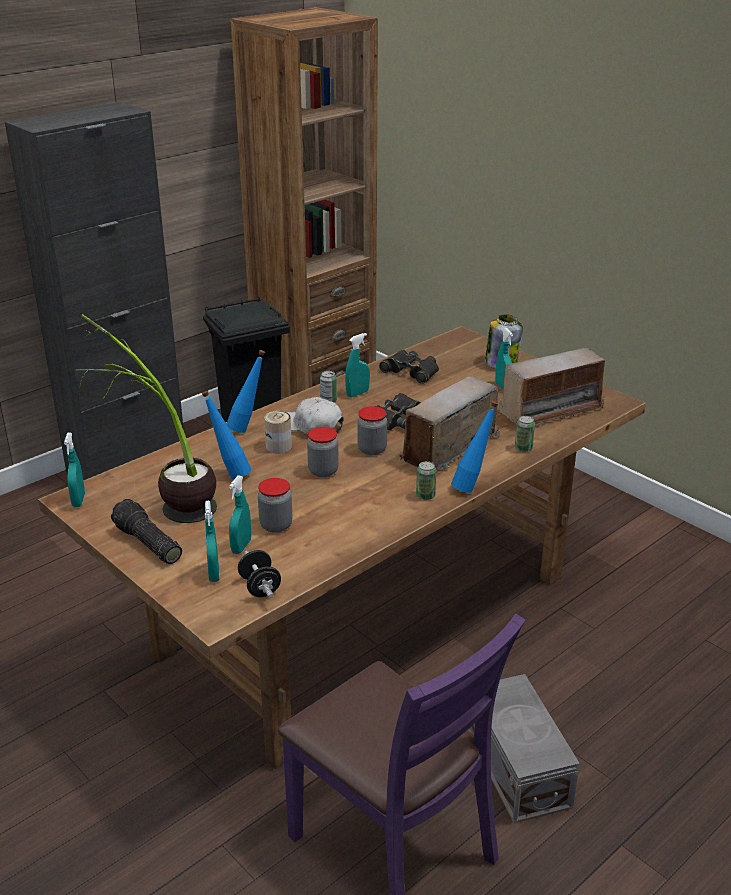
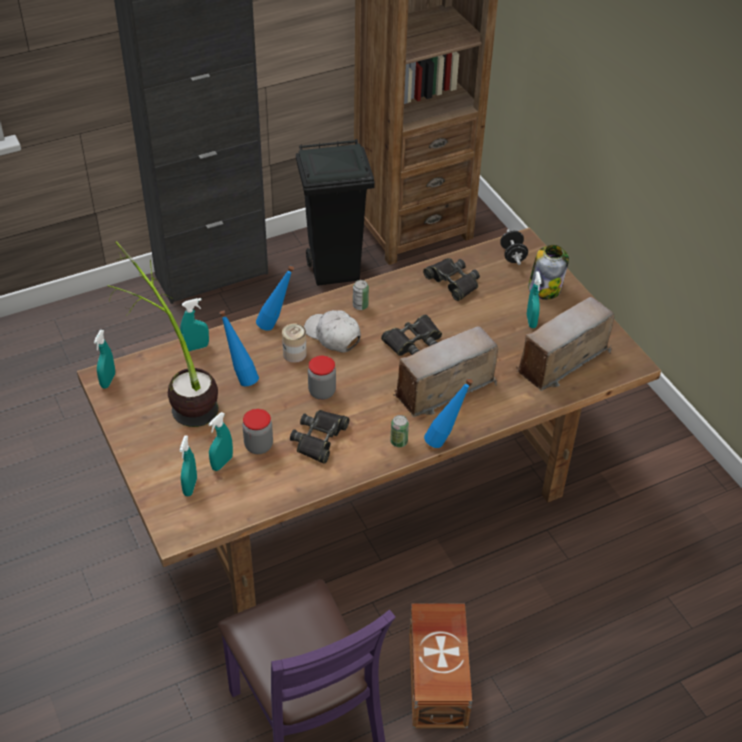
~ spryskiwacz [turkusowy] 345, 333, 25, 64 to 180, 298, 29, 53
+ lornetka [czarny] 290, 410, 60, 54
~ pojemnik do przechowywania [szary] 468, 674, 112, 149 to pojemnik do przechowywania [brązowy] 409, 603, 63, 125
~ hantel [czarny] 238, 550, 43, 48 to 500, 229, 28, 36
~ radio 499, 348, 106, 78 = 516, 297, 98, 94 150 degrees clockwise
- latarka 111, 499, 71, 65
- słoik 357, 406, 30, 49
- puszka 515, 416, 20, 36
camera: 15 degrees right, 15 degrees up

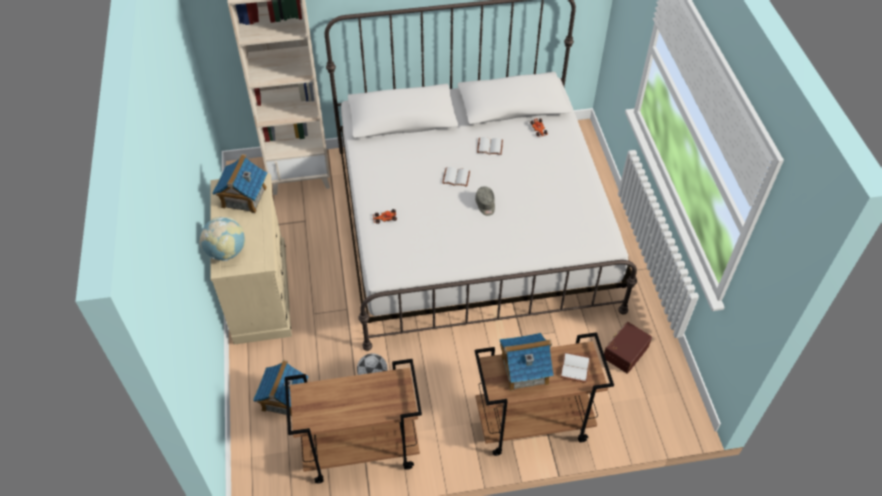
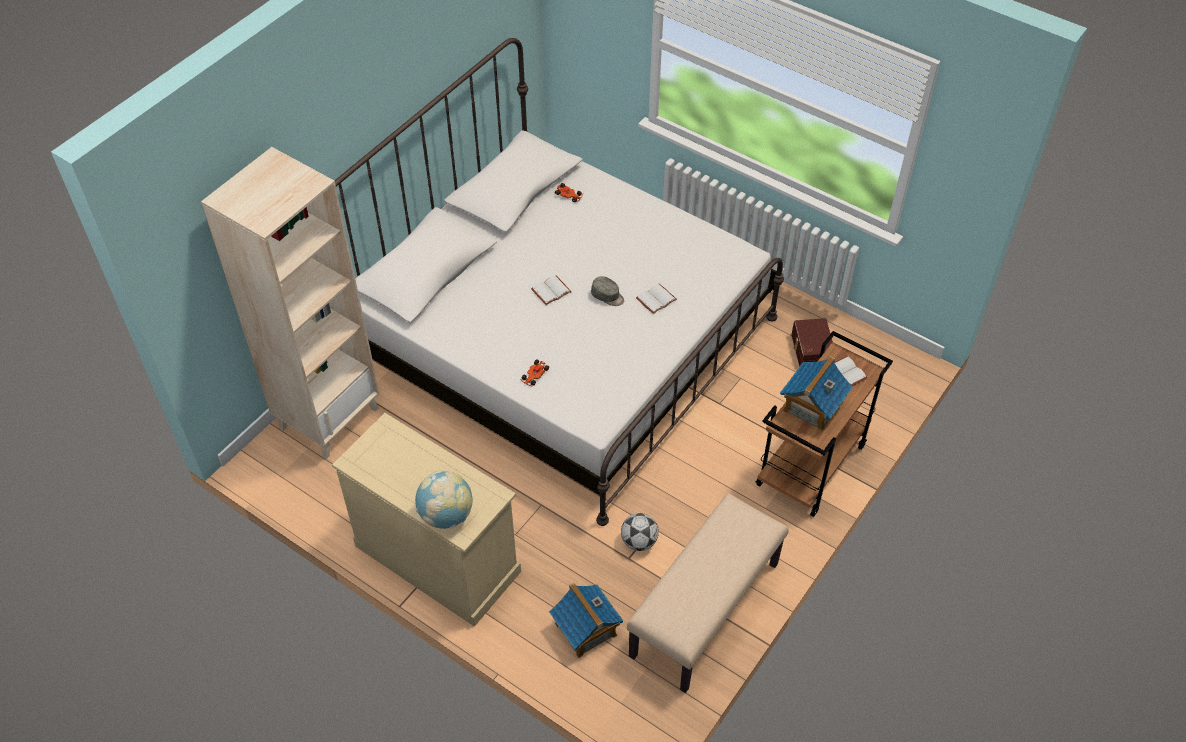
~ wózek [brązowy] 285, 359, 137, 124 to ławka [beżowy] 627, 493, 162, 200
~ książka [biały] 477, 137, 26, 18 to 636, 283, 41, 31
- domek 212, 154, 55, 59
camera: 45 degrees left, 0 degrees up

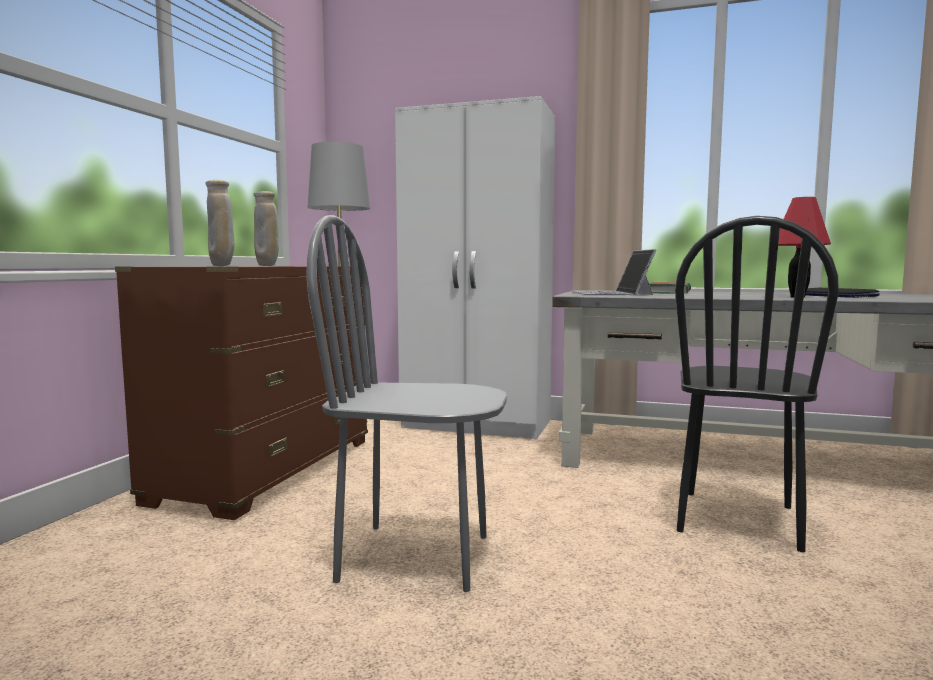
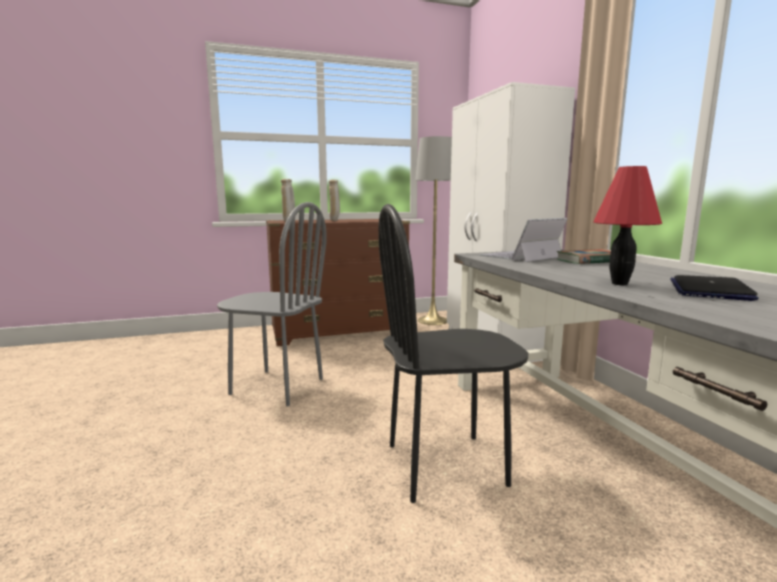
~ krzesło [szary] 307, 215, 200, 377 = 217, 202, 110, 204 135 degrees clockwise
camera: 55 degrees right, 5 degrees up

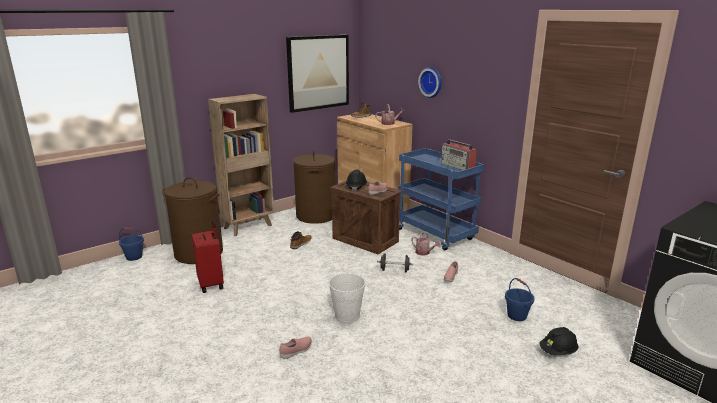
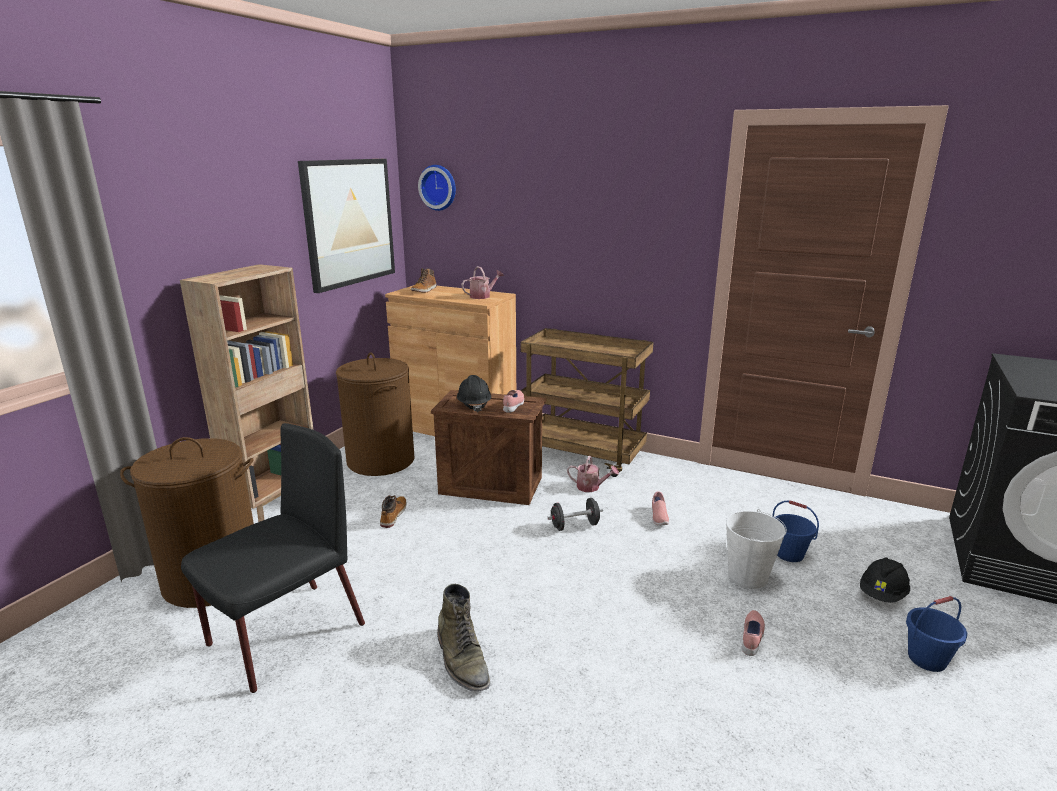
~ walizka [czerwony] 192, 220, 32, 73 to krzesło [czarny] 181, 423, 184, 270
~ zegar ścienny 418, 67, 24, 31 to 418, 165, 38, 46
+ but z cholewką [zielony] 437, 584, 53, 107
~ wózek [niebieski] 398, 148, 86, 102 to wózek [brązowy] 521, 328, 133, 149
~ wiadro [biały] 329, 273, 37, 50 to 726, 509, 61, 79
~ but [różowy] 279, 336, 33, 23 to 742, 610, 23, 46
~ wiadro [niebieski] 119, 227, 25, 34 to 906, 596, 61, 76
- radio 441, 139, 36, 31
camera: 25 degrees left, 0 degrees up

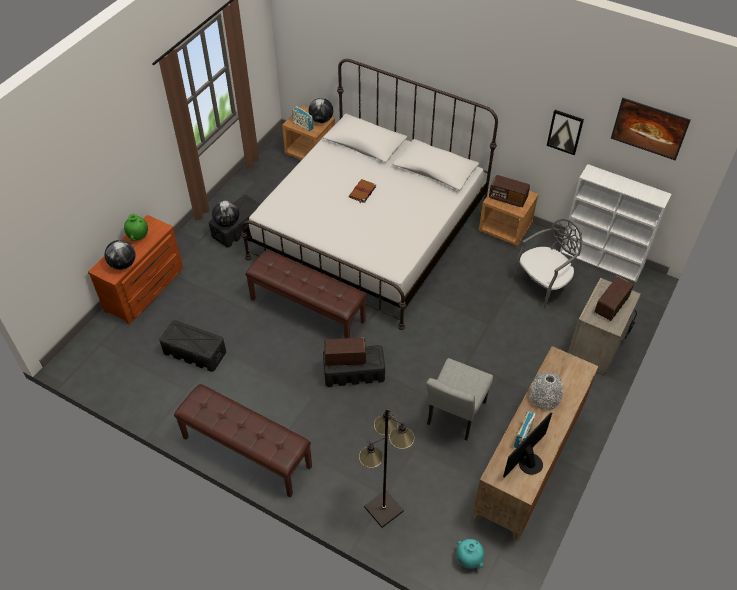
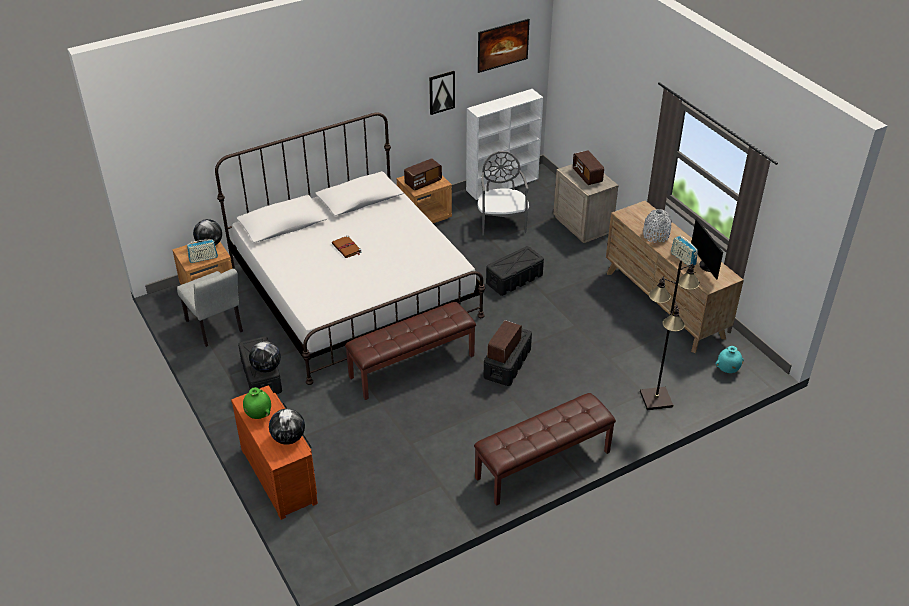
~ krzesło [szary] 426, 358, 67, 83 to 177, 269, 66, 78
~ pojemnik do przechowywania [czarny] 159, 320, 67, 52 to 486, 246, 58, 50
camera: 60 degrees left, 10 degrees down

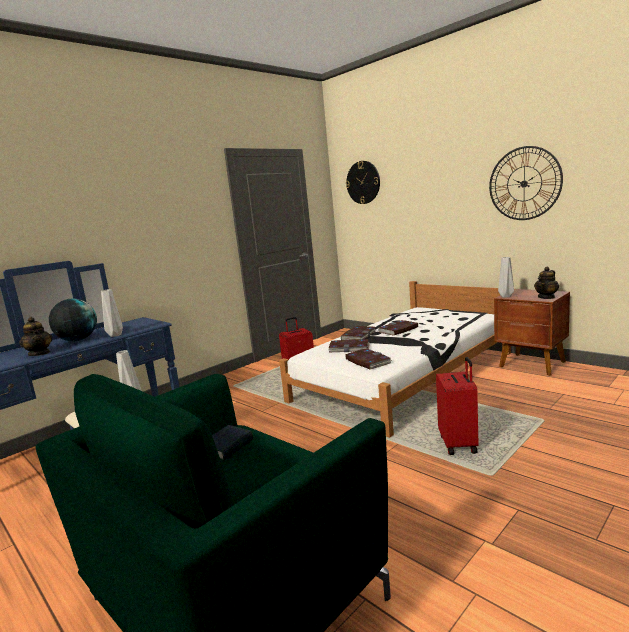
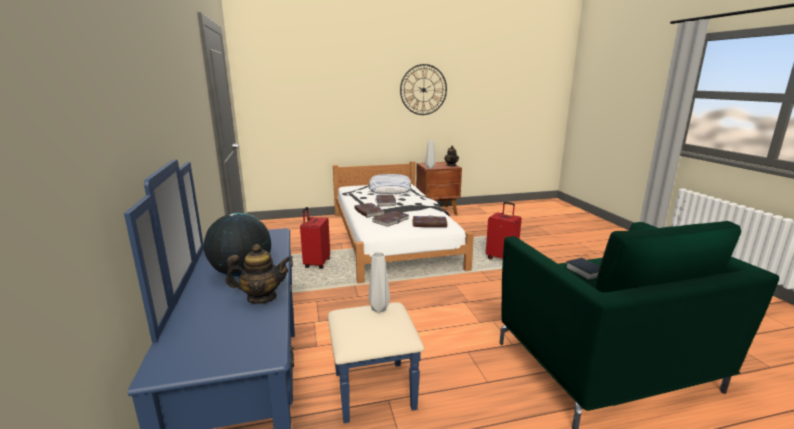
+ poduszka 369, 174, 42, 20
- wazon [szary] 101, 289, 22, 48
- zegar ścienny 346, 161, 34, 43
camera: 60 degrees left, 5 degrees up

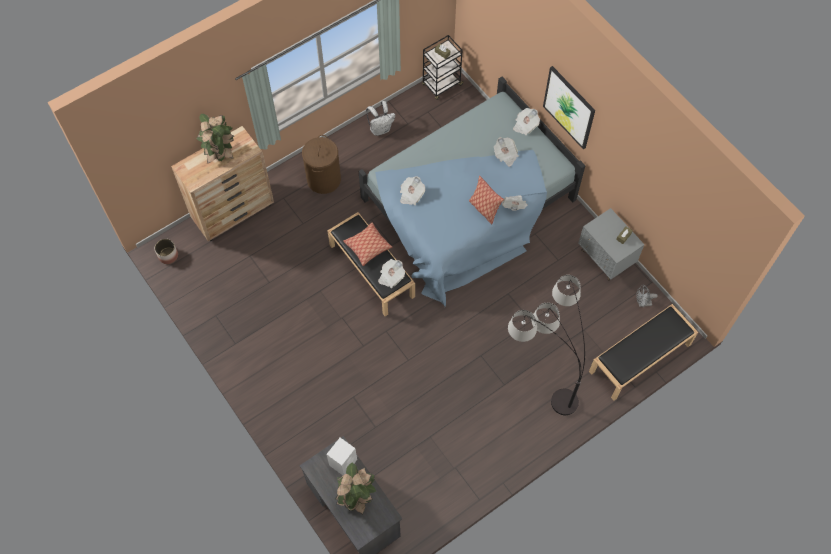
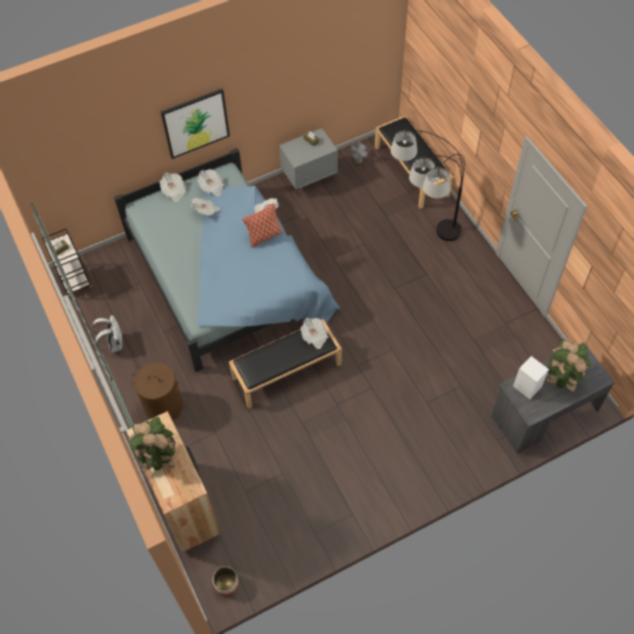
~ gazeta 400, 176, 25, 29 to 197, 169, 28, 27
- poduszka 343, 222, 49, 44
camera: 80 degrees left, 5 degrees down

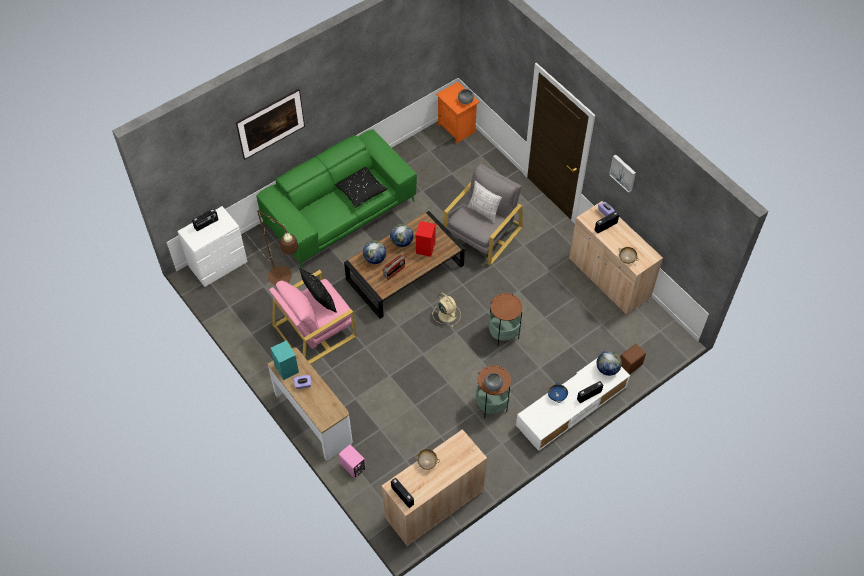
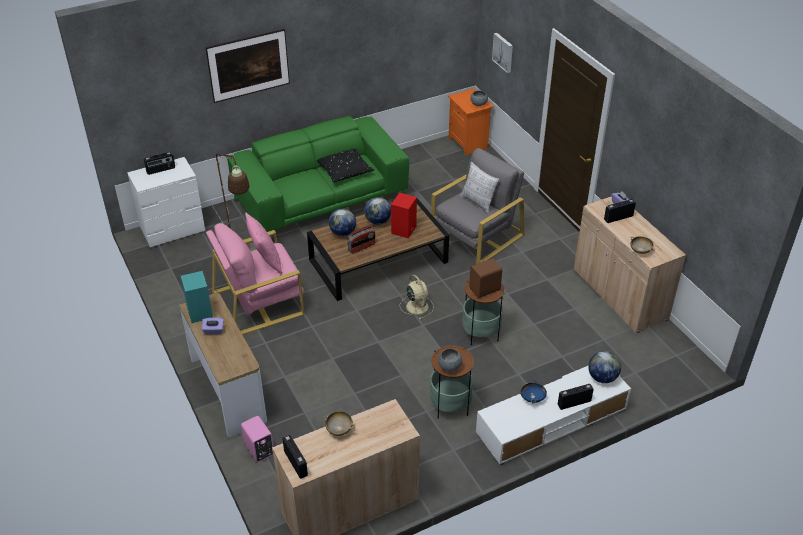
~ poduszka [czarny] 299, 268, 38, 45 to poduszka [różowy] 245, 213, 37, 61
~ głośnik [brązowy] 620, 344, 26, 31 to 469, 258, 33, 40
~ obraz 609, 155, 27, 38 to 492, 33, 21, 40
camera: 10 degrees right, 15 degrees down

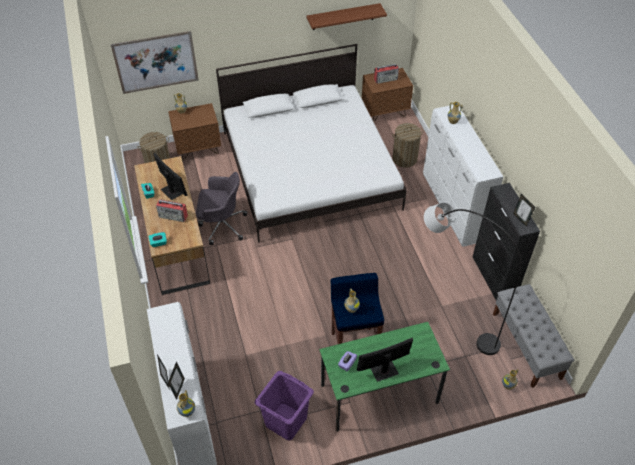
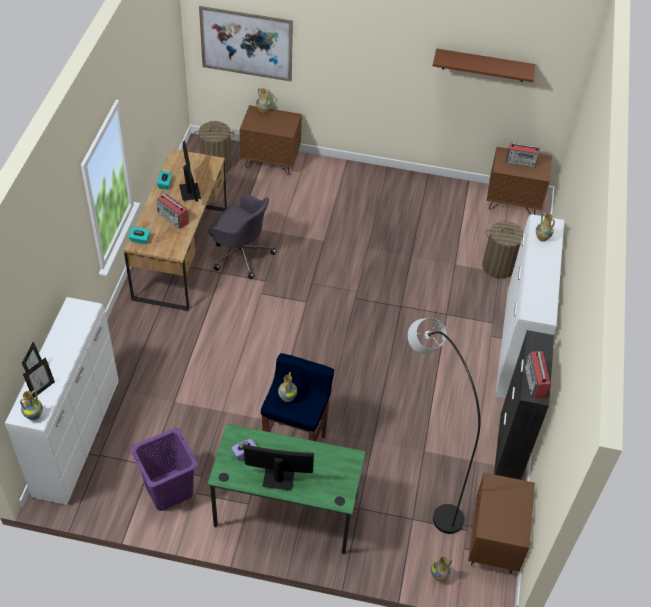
~ ławka [szary] 493, 284, 82, 104 to szafka nocna [brązowy] 468, 473, 67, 101
~ ramka na zdjęcie 513, 194, 22, 33 to radio 524, 351, 27, 48
- łóżko [biały] 216, 44, 191, 199
camera: 25 degrees right, 0 degrees up

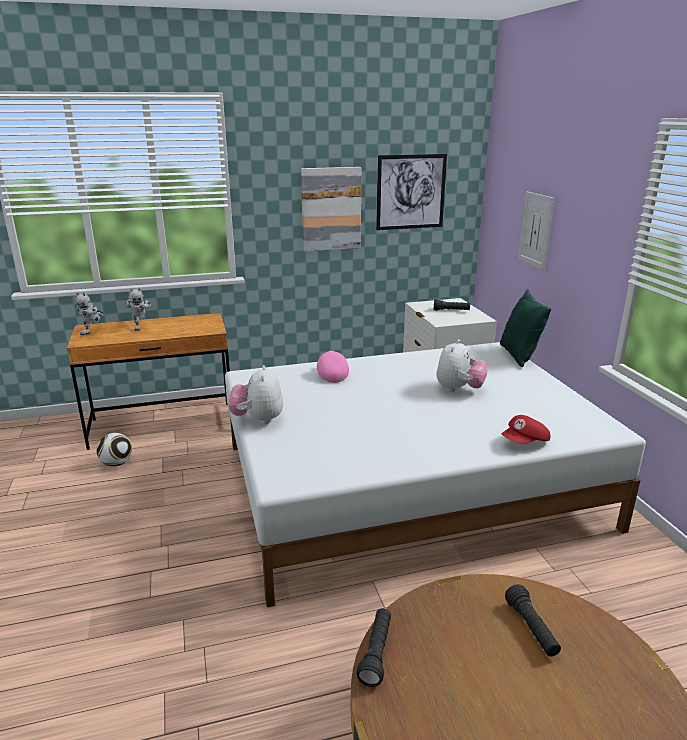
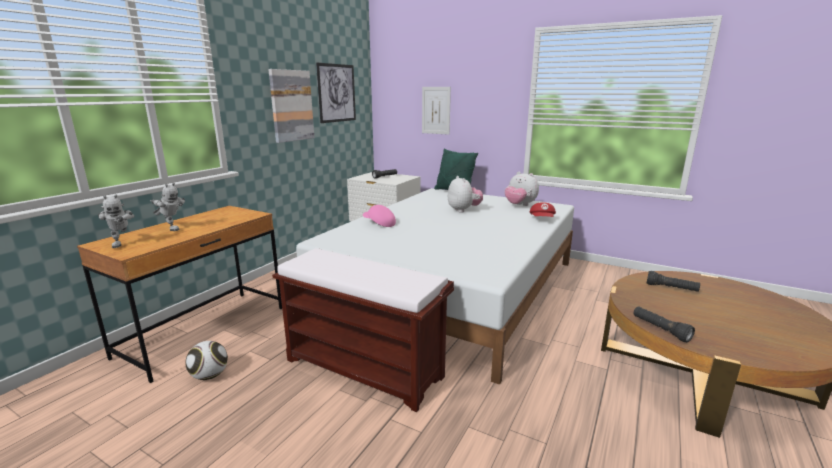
+ ławka [brązowy] 272, 248, 182, 164
~ pluszak 228, 365, 55, 59 to 505, 172, 34, 34
camera: 45 degrees left, 5 degrees down

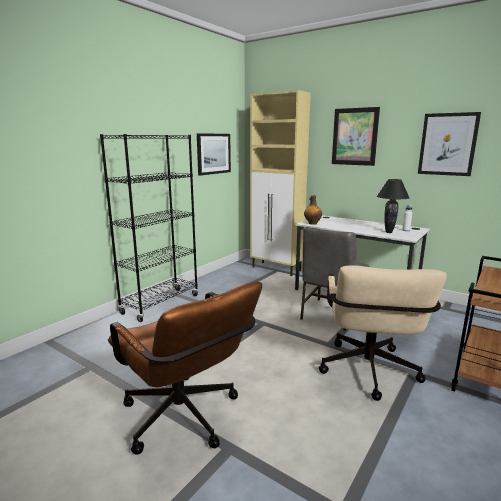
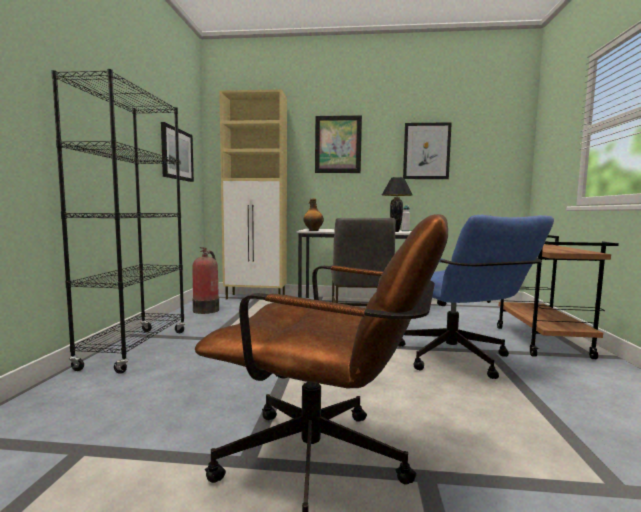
+ gaśnica 193, 247, 26, 67
~ krzesło biurowe [beżowy] 319, 265, 128, 136 to krzesło biurowe [niebieski] 398, 215, 156, 164
camera: 30 degrees left, 10 degrees down

